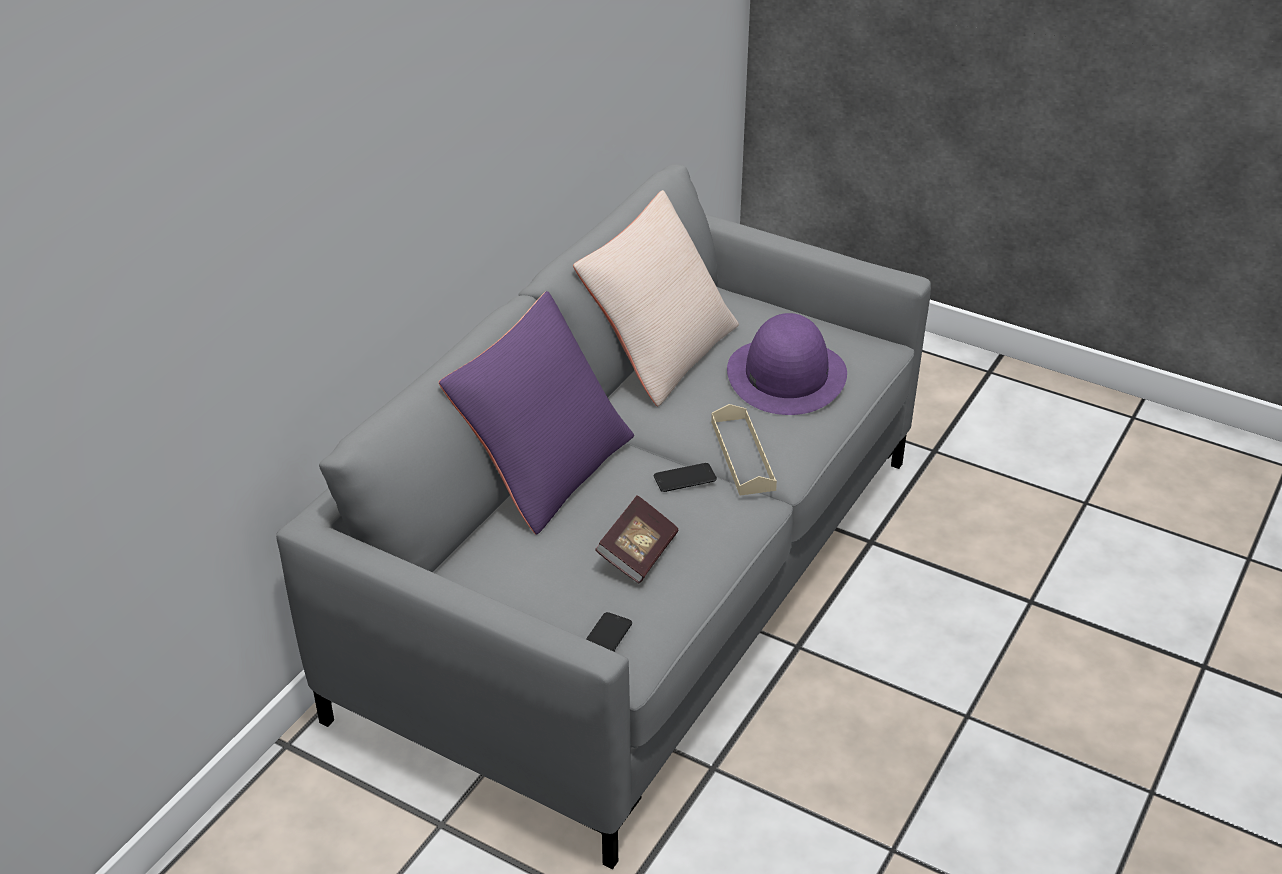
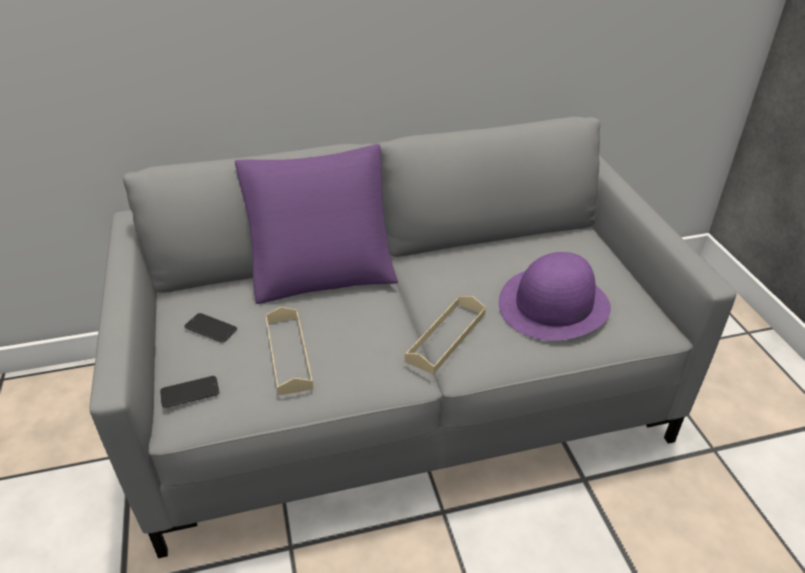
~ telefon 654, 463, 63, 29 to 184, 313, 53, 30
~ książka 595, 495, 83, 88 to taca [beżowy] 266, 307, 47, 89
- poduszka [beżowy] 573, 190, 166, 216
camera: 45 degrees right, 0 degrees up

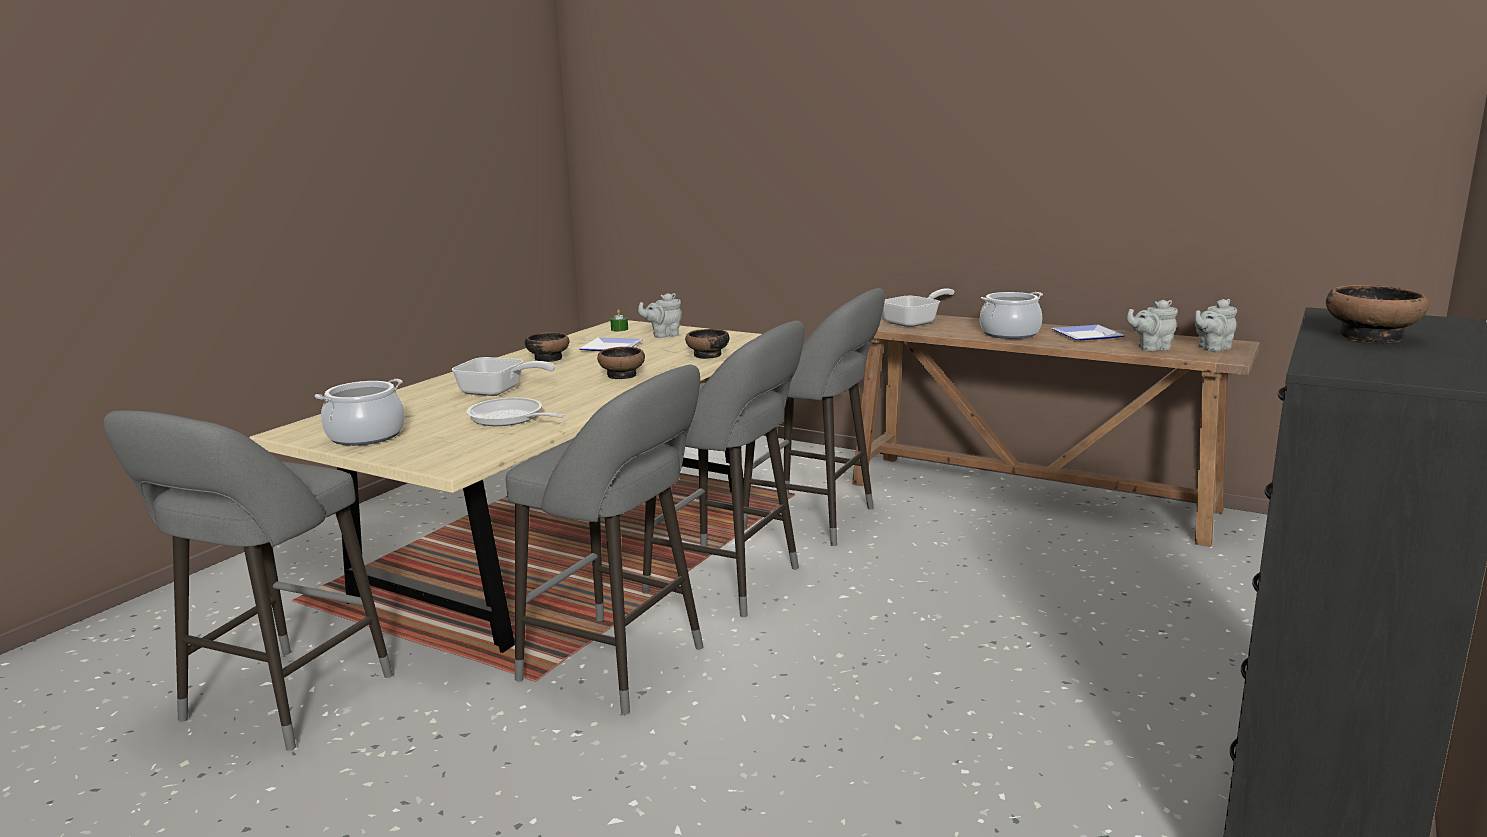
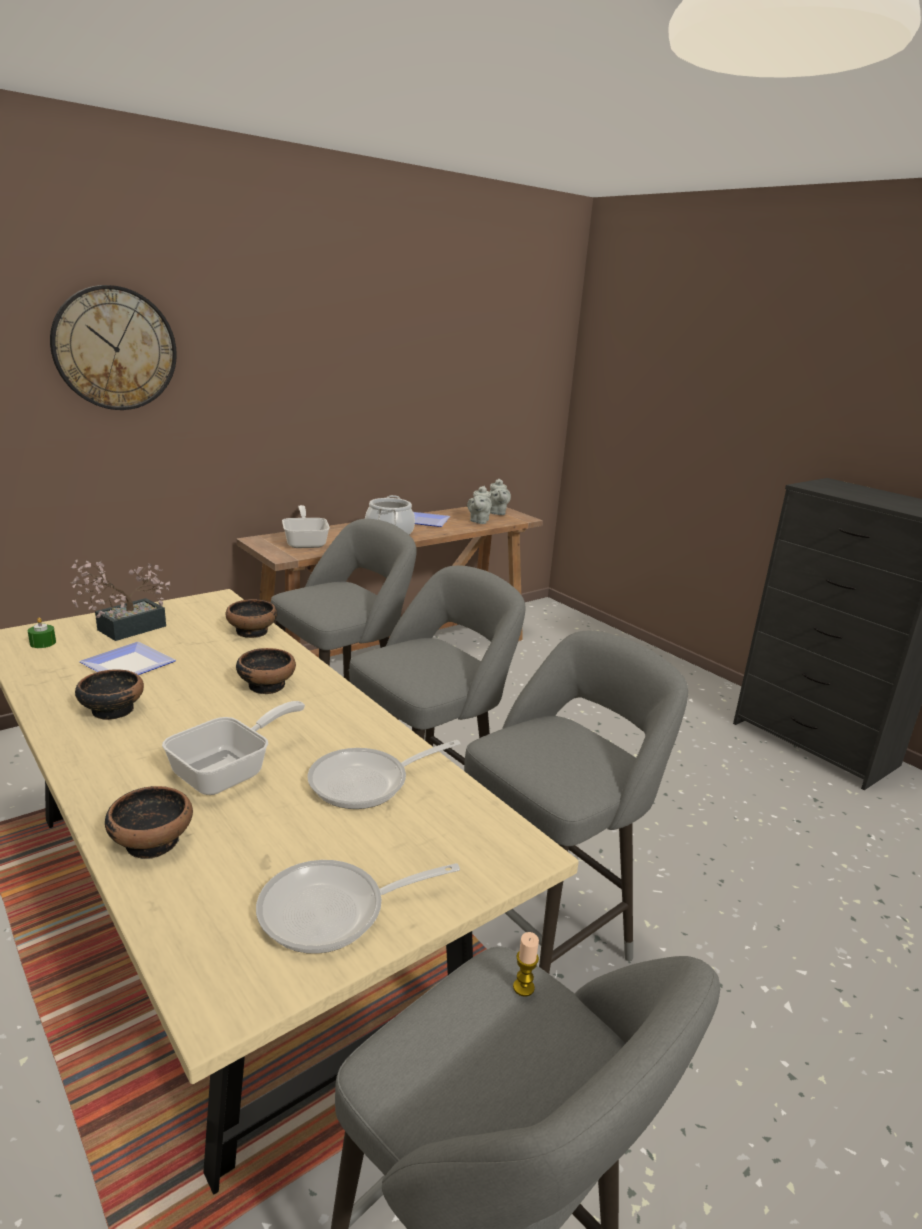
+ zegar ścienny 50, 285, 127, 125
~ imbryk [szary] 638, 293, 44, 45 to roślina doniczkowa 71, 560, 99, 81
~ miska 1326, 285, 103, 58 to 105, 786, 88, 73
~ garnek 315, 379, 90, 67 to patelnia 256, 860, 204, 94
+ świeca 513, 932, 26, 64
camera: 70 degrees left, 5 degrees up

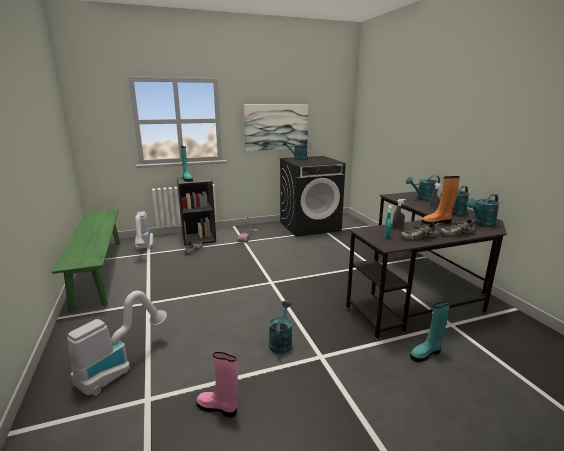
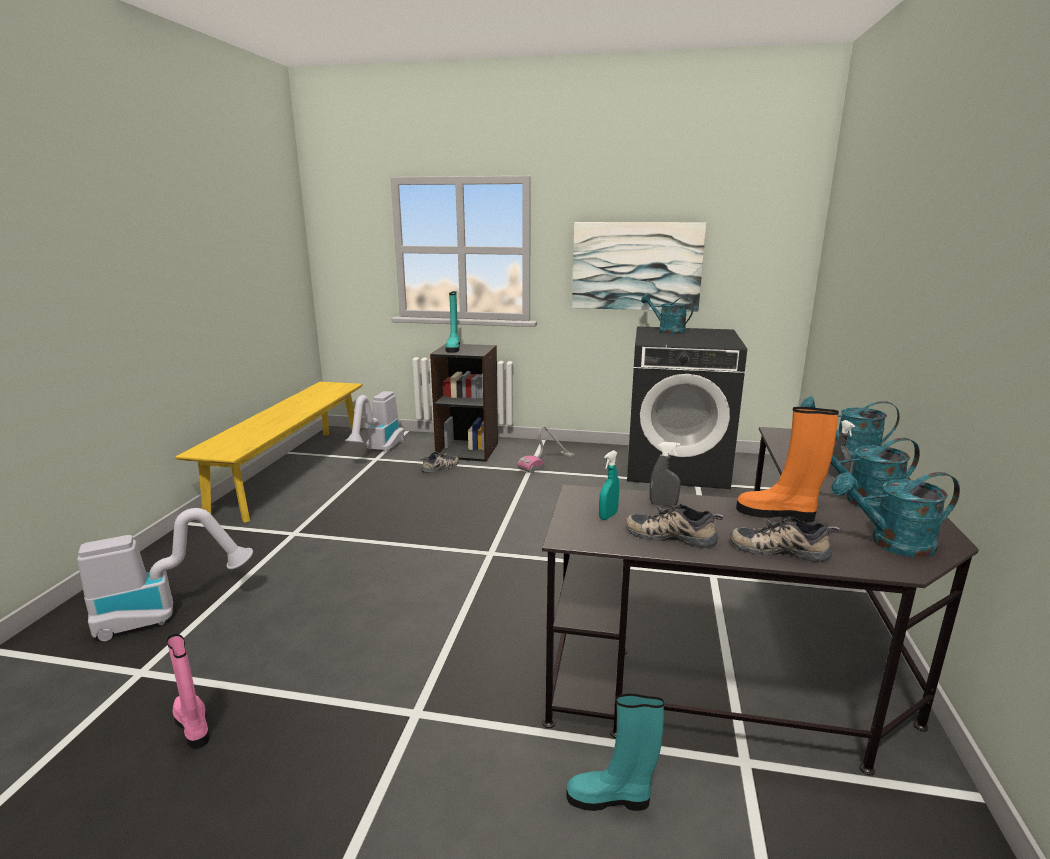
~ ławka [zielony] 52, 210, 68, 102 to ławka [żółty] 175, 382, 187, 141
- konewka [turkusowy] 269, 301, 24, 53
camera: 30 degrees right, 0 degrees up

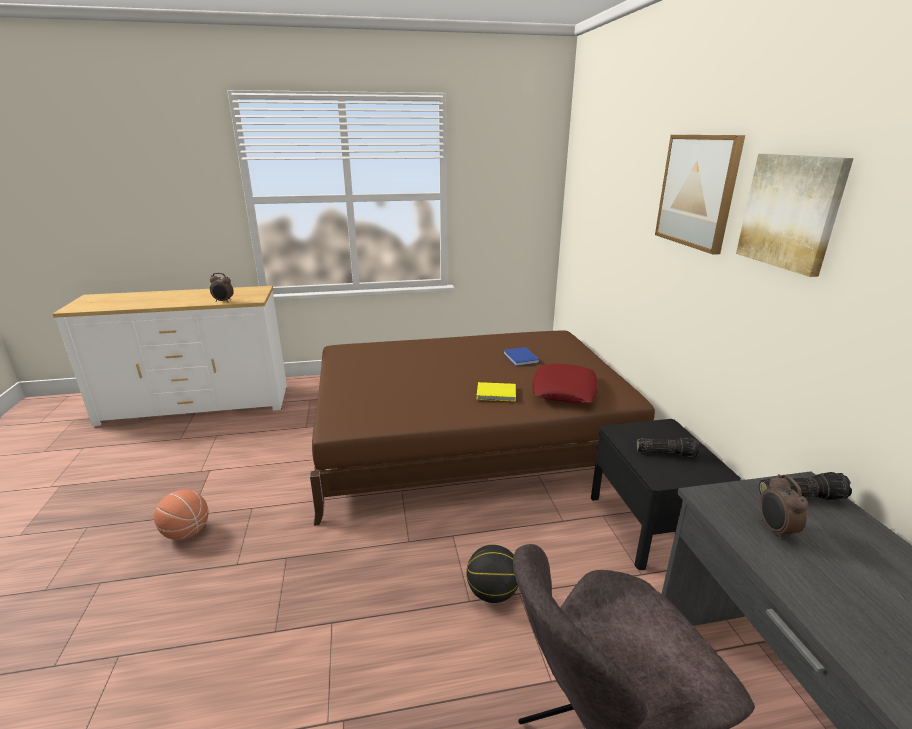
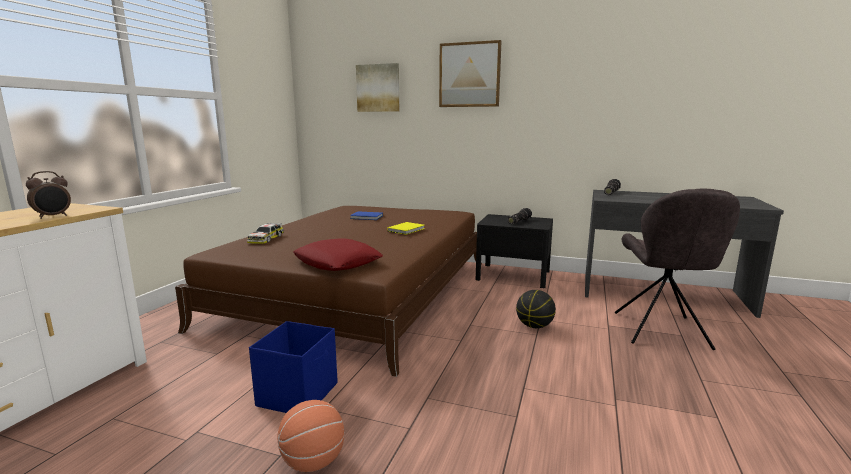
+ samochodzik 247, 223, 37, 21
+ pojemnik do przechowywania [niebieski] 249, 321, 89, 92
~ poduszka [czerwony] 533, 363, 65, 40 to 293, 238, 90, 33
~ obraz 736, 154, 118, 123 to 356, 63, 43, 49
- budzik 760, 474, 48, 66
camera: 60 degrees left, 10 degrees down

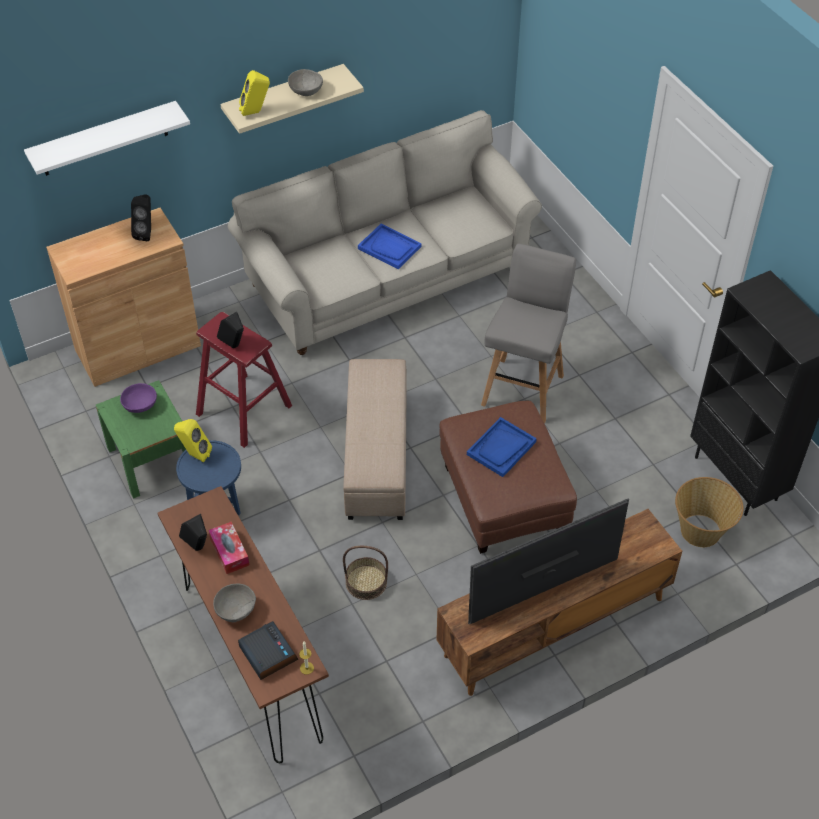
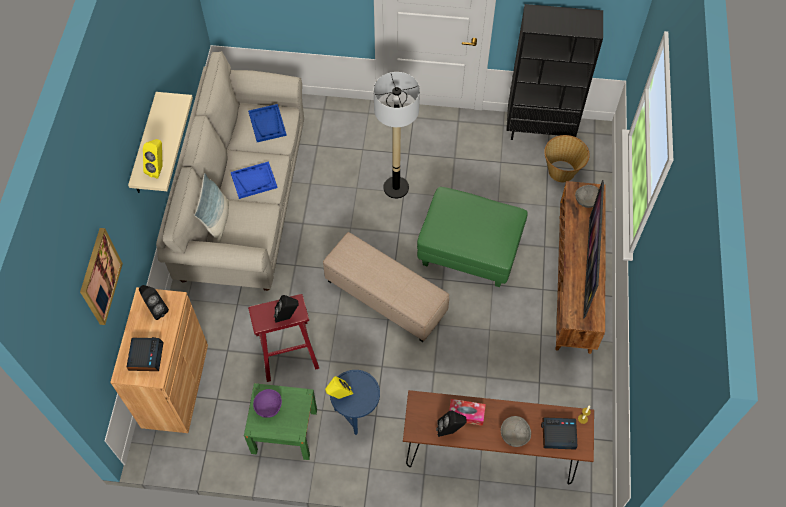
~ półka [biały] 24, 101, 166, 75 to obraz 80, 228, 43, 97
+ budzik 126, 337, 37, 34
+ poduszka 194, 173, 35, 70
~ taca [niebieski] 467, 417, 70, 60 to 248, 104, 39, 38
~ stołek [szary] 481, 243, 95, 180 to lampa stojąca 374, 72, 46, 127
~ pufa [brązowy] 439, 401, 138, 153 to pufa [zielony] 417, 187, 111, 100
~ miska [szary] 288, 69, 35, 27 to 575, 185, 24, 23
- koszyk 343, 546, 45, 54
camera: 55 degrees left, 10 degrees up

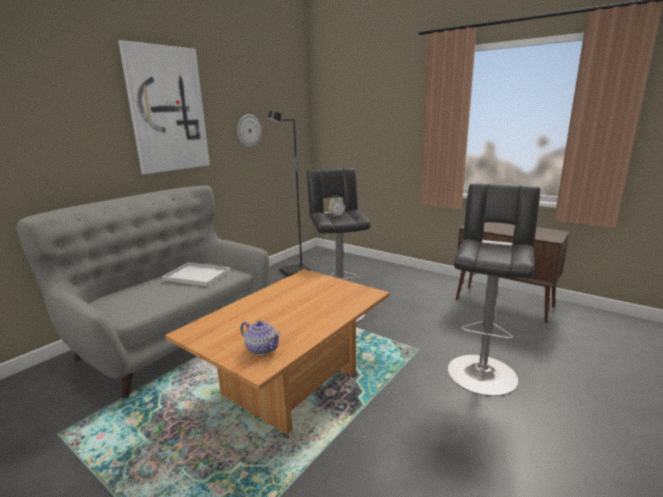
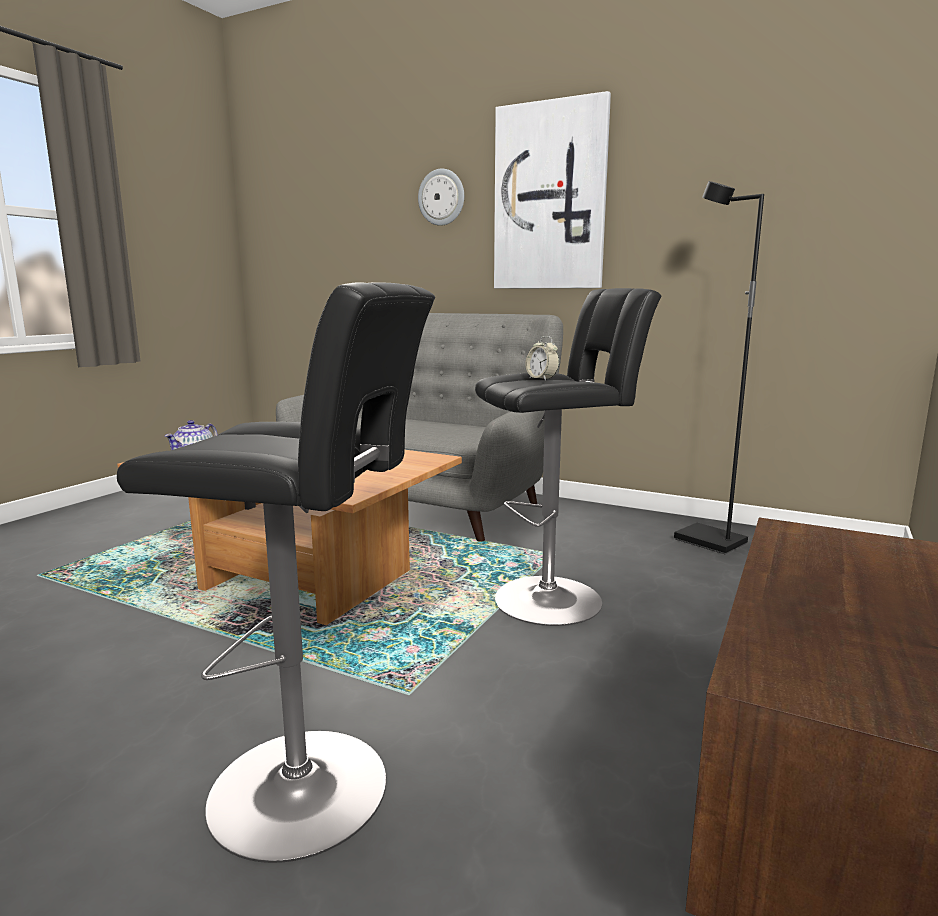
~ zegar ścienny 237, 114, 24, 33 to 418, 169, 46, 57
- taca [biały] 162, 263, 69, 23
camera: 80 degrees right, 5 degrees down

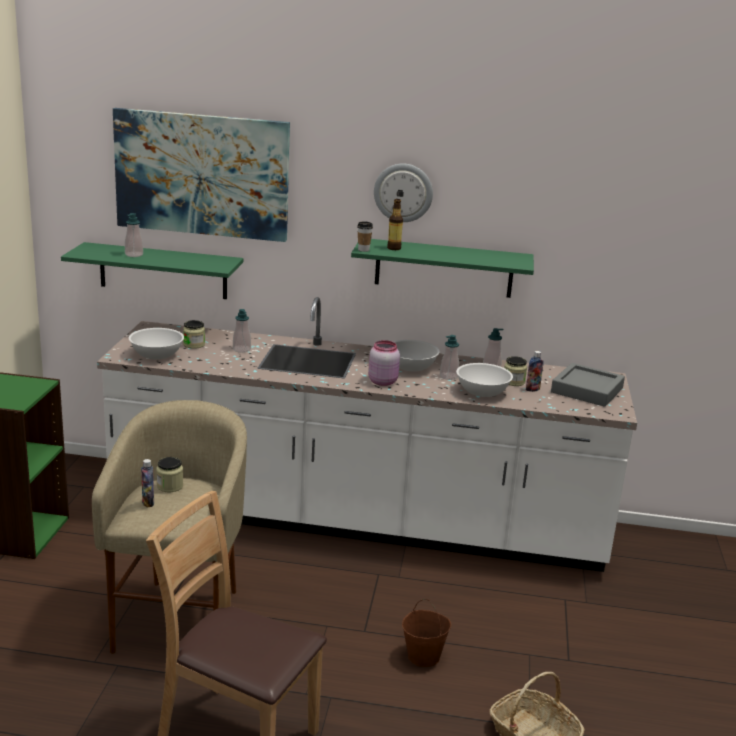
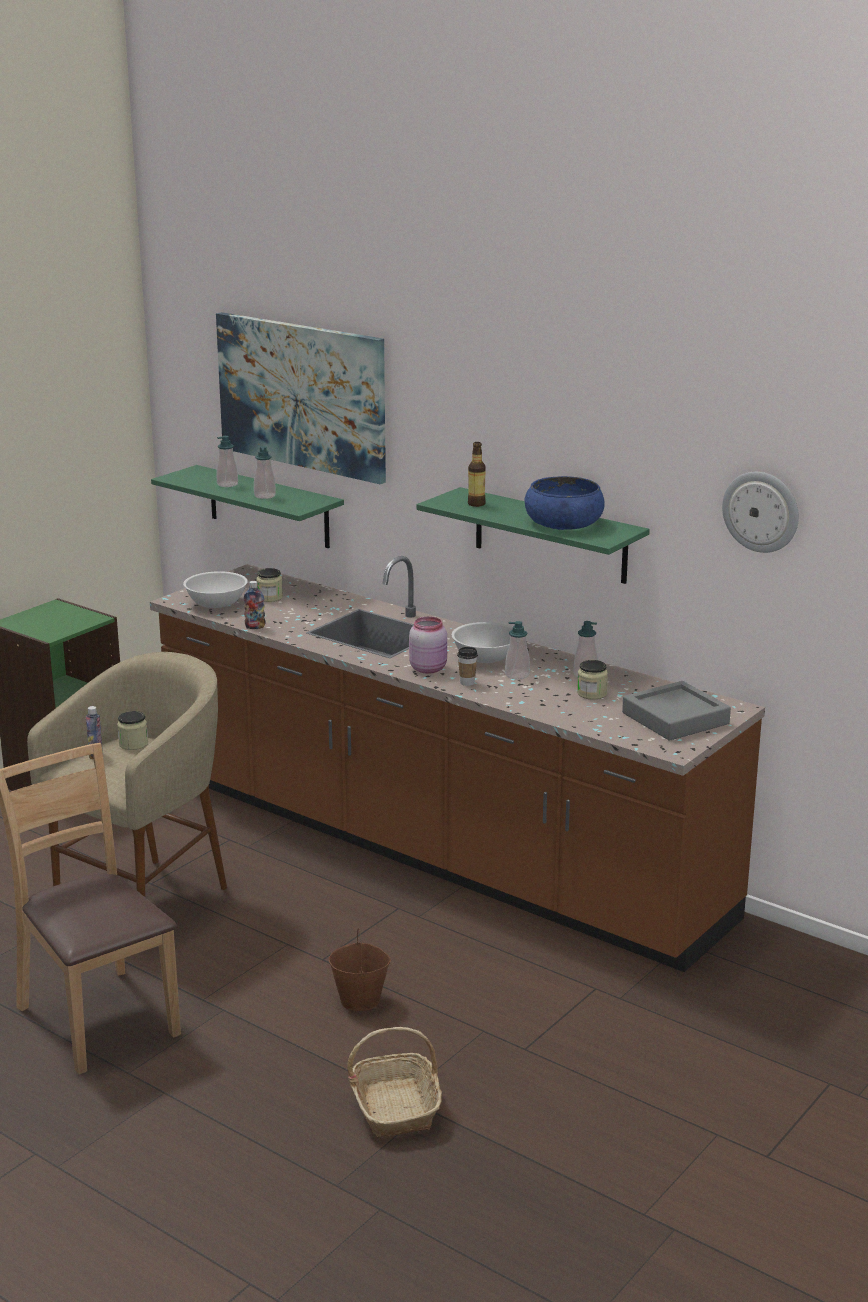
~ zabudowa kuchenna [biały] 97, 297, 540, 275 to zabudowa kuchenna [brązowy] 150, 556, 615, 416
~ butelka 526, 351, 18, 41 to 243, 581, 22, 48
~ dozownik mydła 233, 309, 18, 44 to 254, 446, 22, 53
~ filiżanka 357, 222, 16, 30 to 457, 647, 21, 39
+ miska [niebieski] 524, 476, 81, 54
~ zegar ścienny 374, 163, 59, 59 to 722, 472, 77, 81
- miska [biały] 456, 363, 57, 34
camera: 30 degrees right, 0 degrees up

